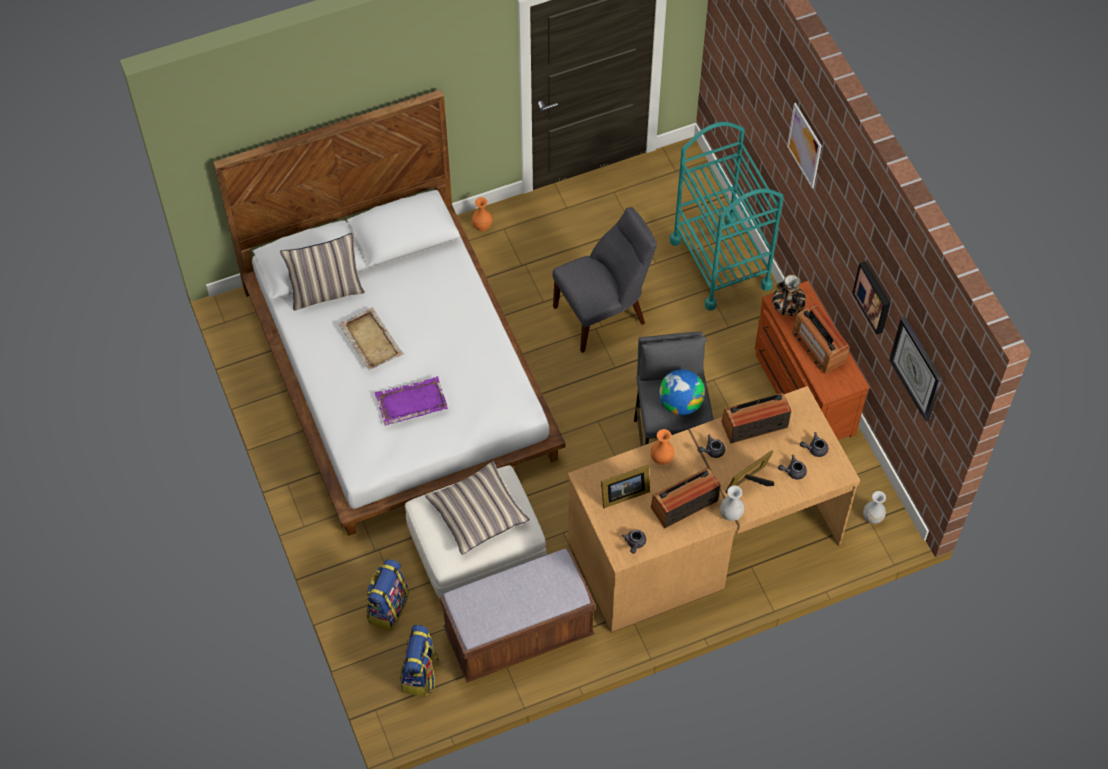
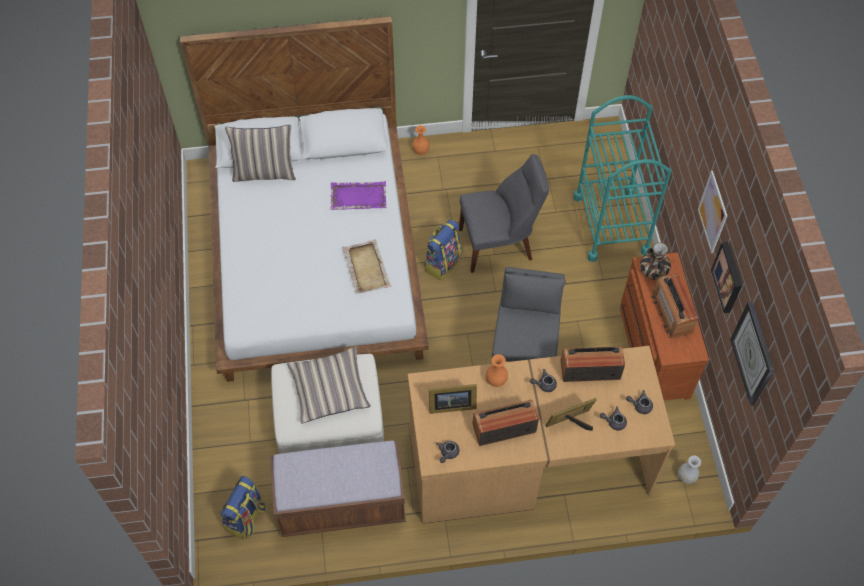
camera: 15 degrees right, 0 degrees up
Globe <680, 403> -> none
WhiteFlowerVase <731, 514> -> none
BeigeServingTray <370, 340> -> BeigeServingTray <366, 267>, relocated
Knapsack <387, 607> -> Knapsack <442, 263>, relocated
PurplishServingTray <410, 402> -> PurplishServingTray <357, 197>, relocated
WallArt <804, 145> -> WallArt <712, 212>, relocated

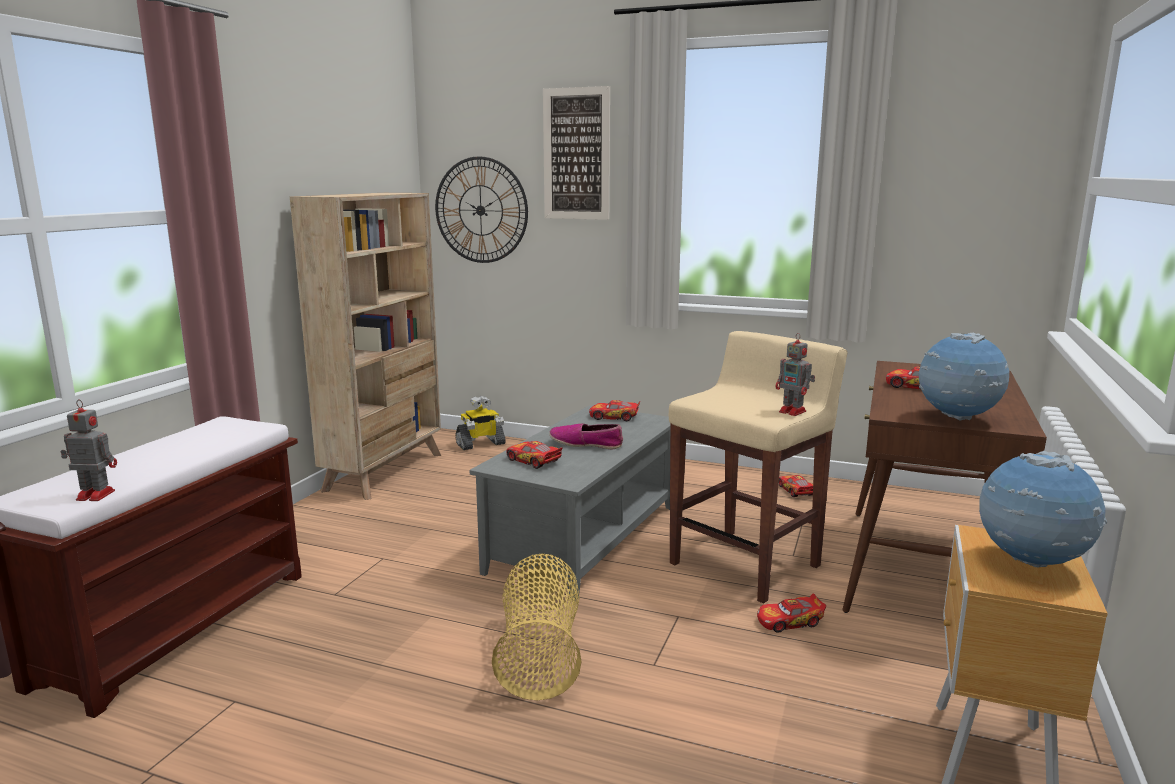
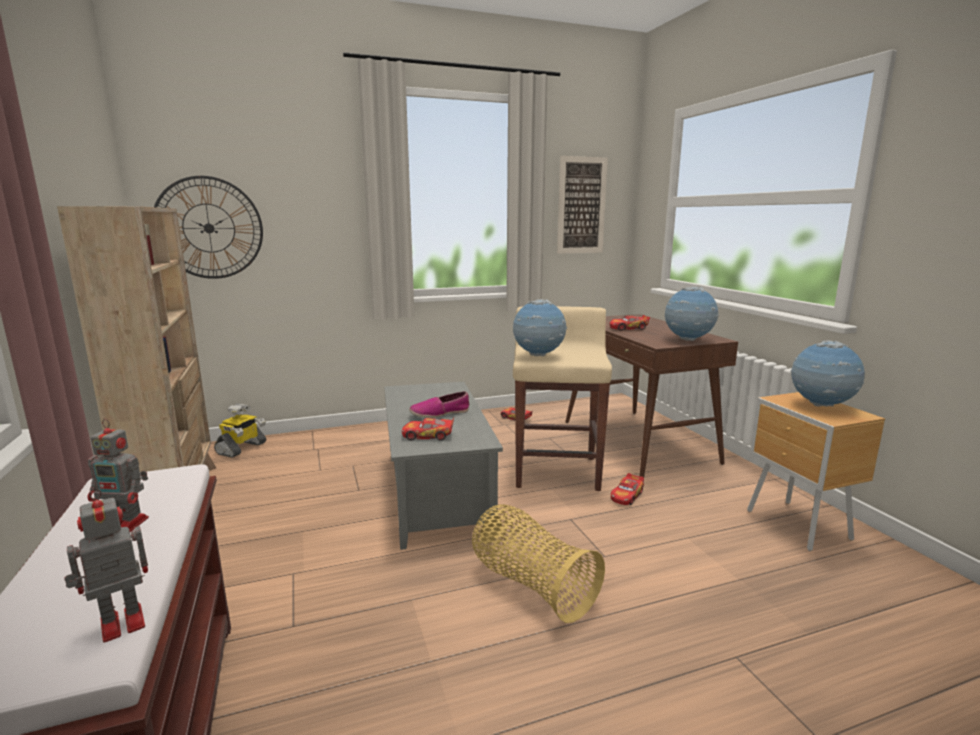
camera: 40 degrees left, 0 degrees up
ToyCar <614, 417> -> none
none -> Globe <538, 356>
WallArt <576, 154> -> WallArt <581, 205>, relocated
ToyRobot <793, 412> -> ToyRobot <128, 525>, relocated

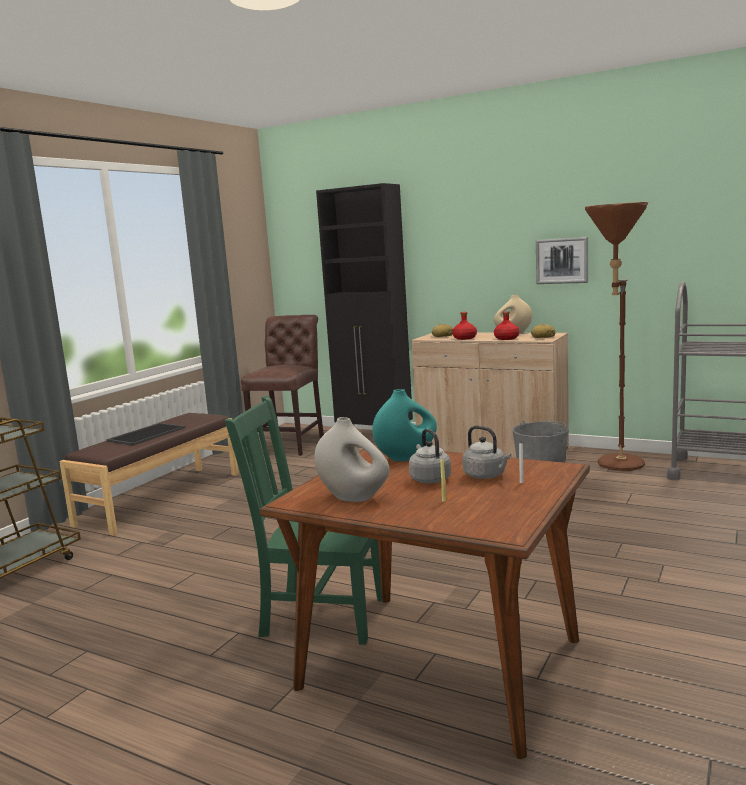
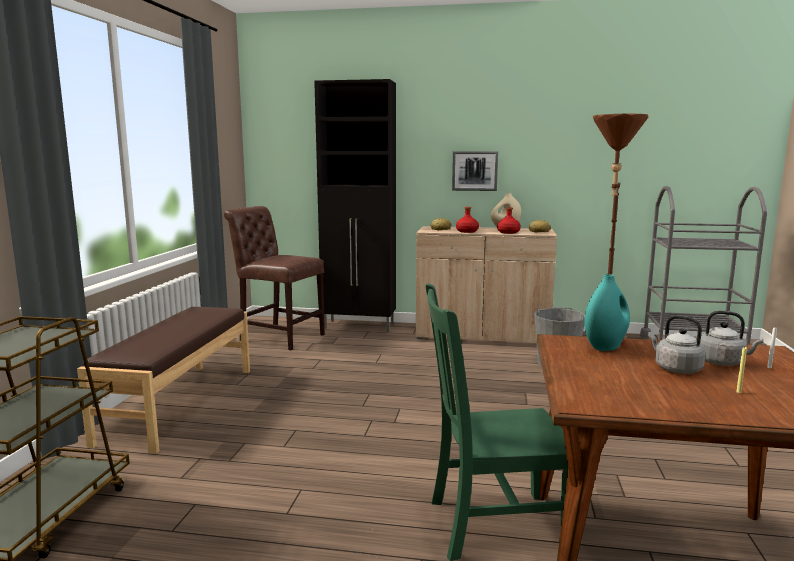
camera: 20 degrees left, 0 degrees up
ServingTray <146, 434> -> none
WhiteFlowerVase <353, 497> -> none
WallArt <562, 260> -> WallArt <475, 171>, relocated
BrownChair <290, 444> -> BrownChair <279, 336>, 60 degrees counterclockwise

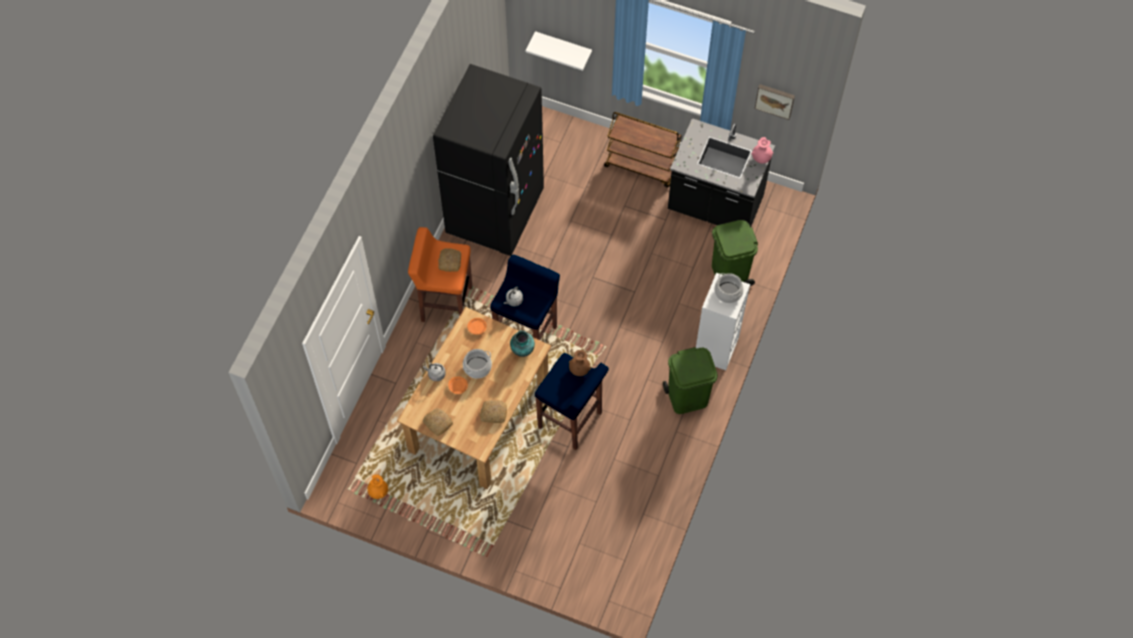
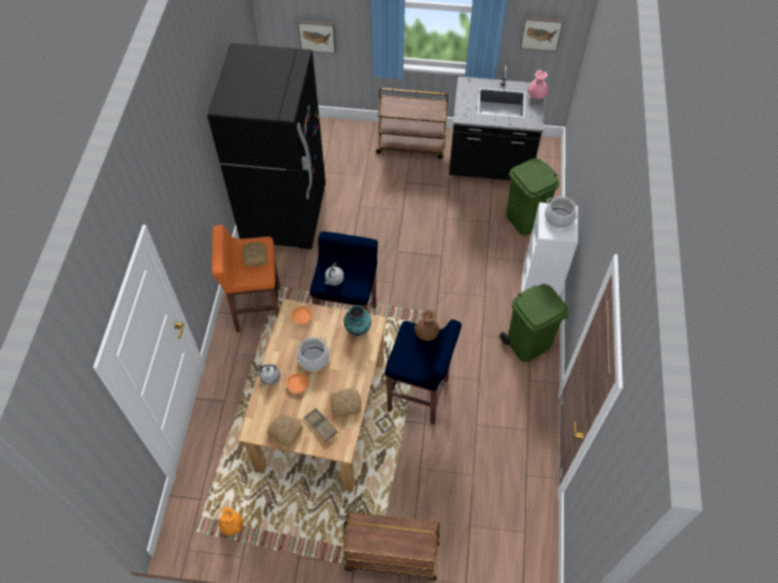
camera: 15 degrees left, 5 degrees down
none -> BrownServingTray <321, 426>
none -> BrownCart <391, 557>
WhiteShelf <563, 47> -> WallArt <317, 35>

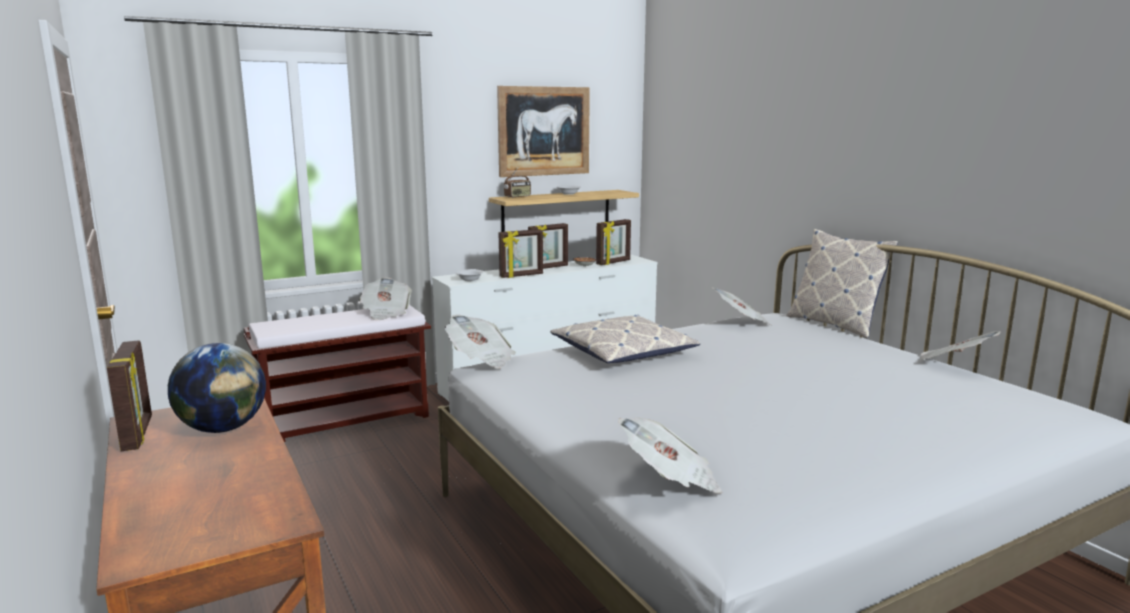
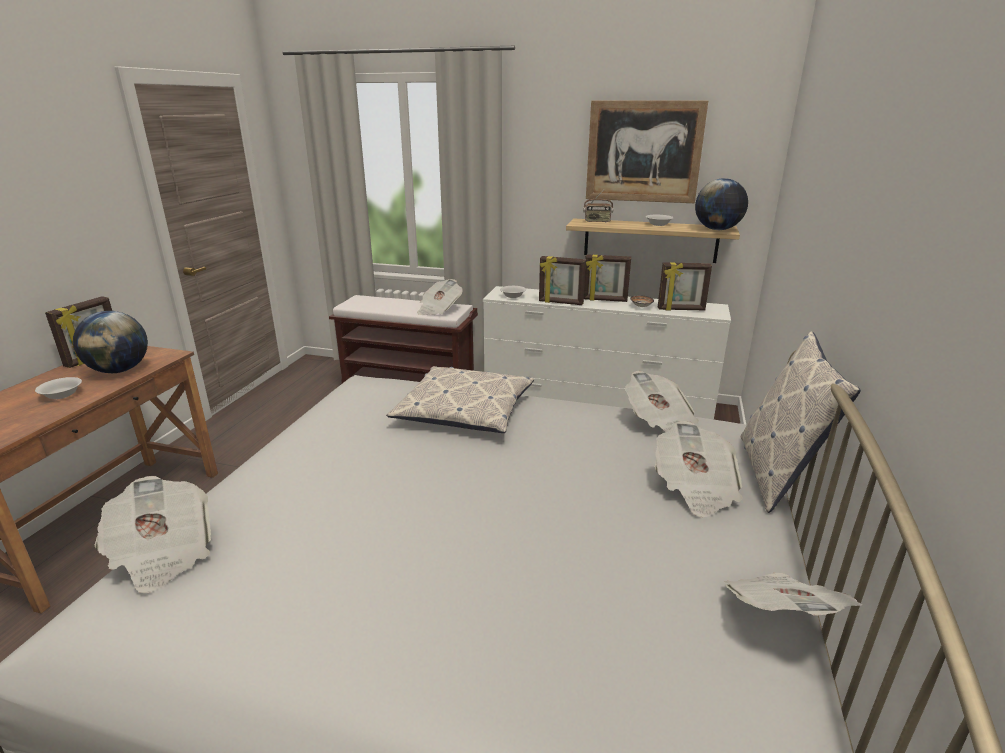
camera: 45 degrees right, 10 degrees up
none -> WhiteBowl <62, 395>
none -> Globe <717, 229>
PrintedPaper <481, 359> -> PrintedPaper <695, 489>, relocated

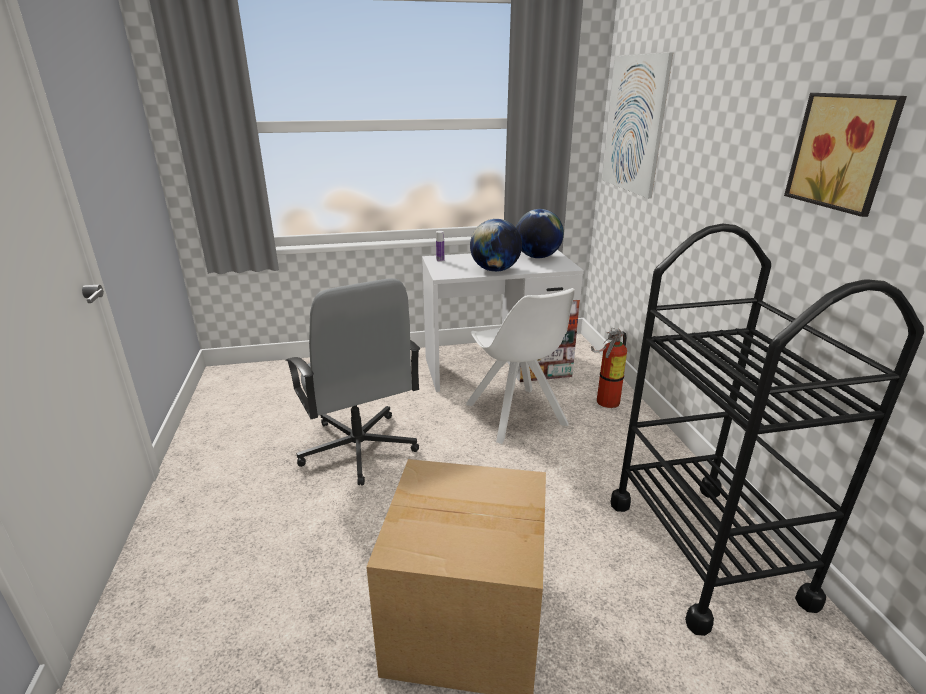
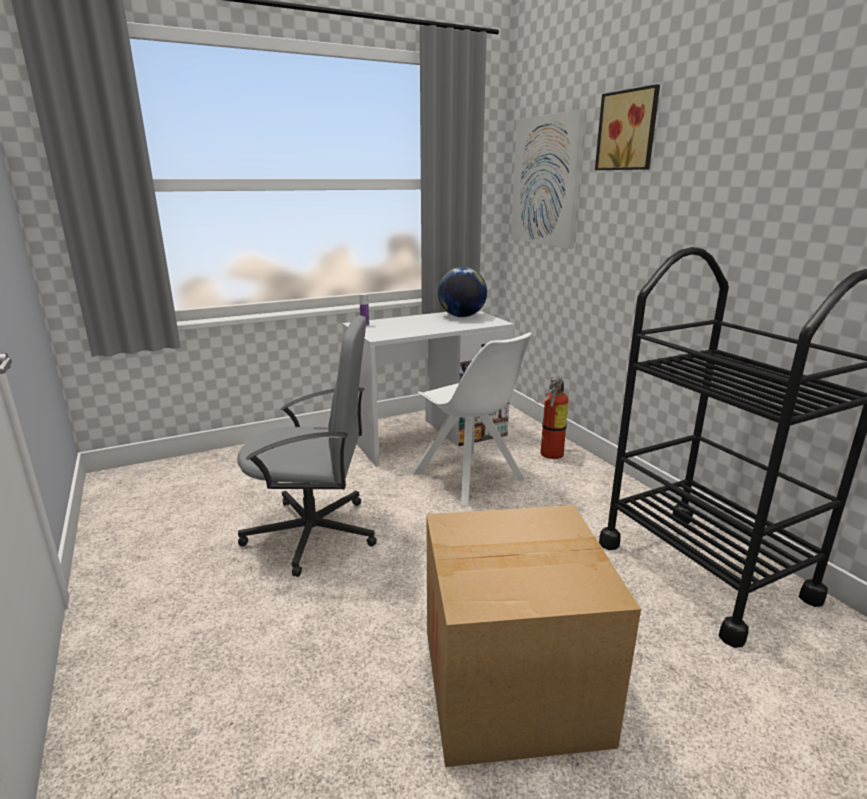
camera: 15 degrees left, 5 degrees down
Globe <495, 270> -> none
WallArt <844, 151> -> WallArt <629, 130>, relocated
GreyishOfficeChair <358, 448> -> GreyishOfficeChair <314, 533>, 45 degrees counterclockwise

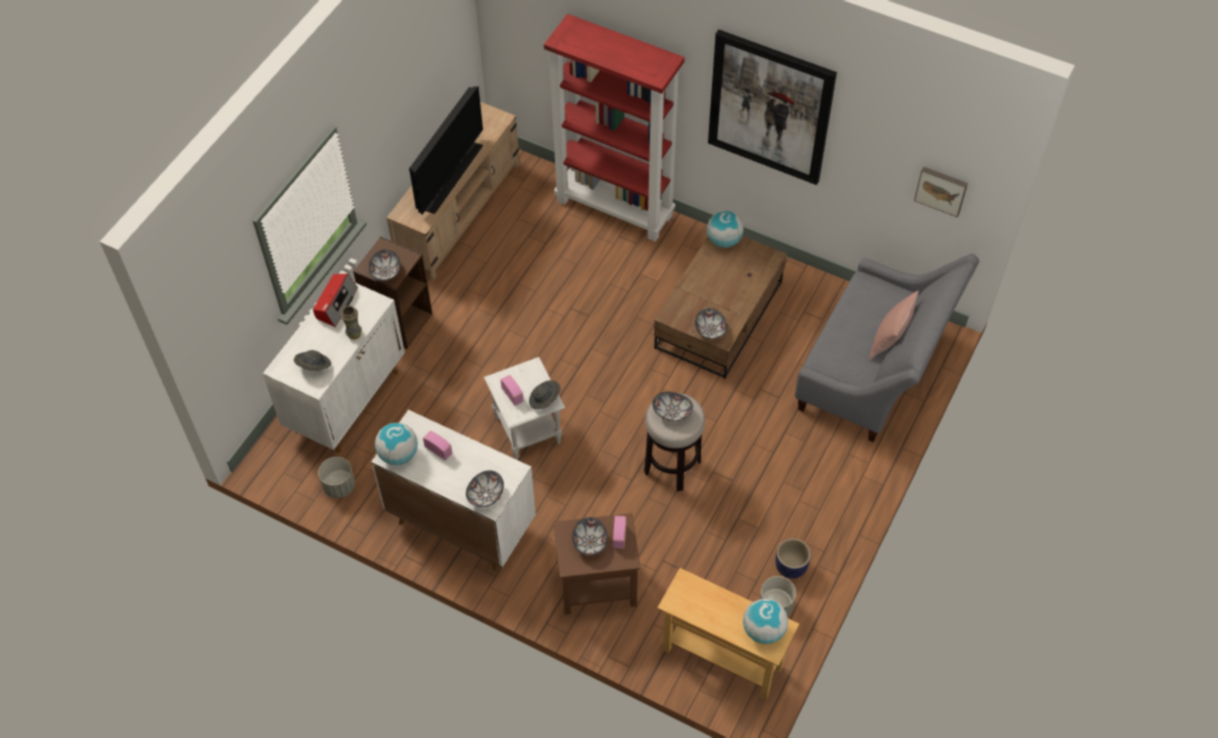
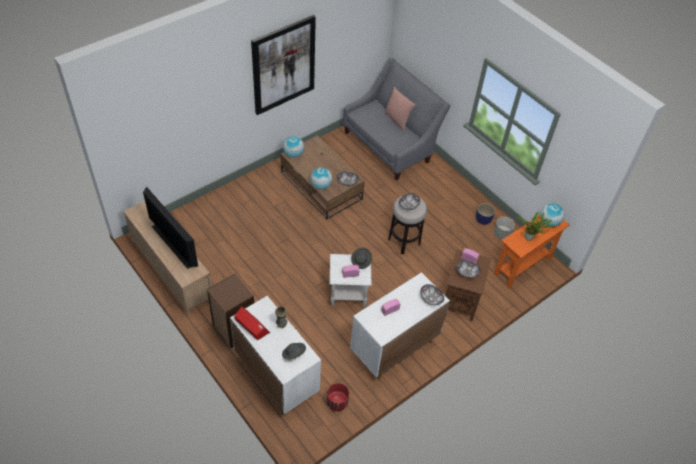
camera: 70 degrees left, 5 degrees down
Bowl <385, 272> -> none
RedColouredBookcase <615, 208> -> none
WallArt <941, 190> -> none
none -> PottedPlant <530, 238>
Globe <398, 455> -> Globe <321, 185>, relocated
GreyishPlantPot <339, 486> -> RedColouredPlantPot <337, 402>
BeigeHallTable <722, 658> -> OrangeHallTable <522, 266>

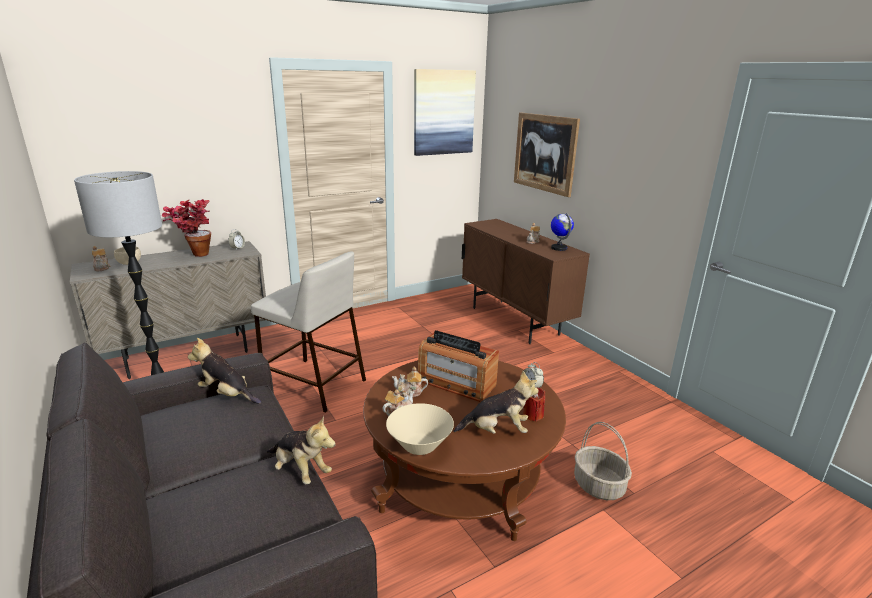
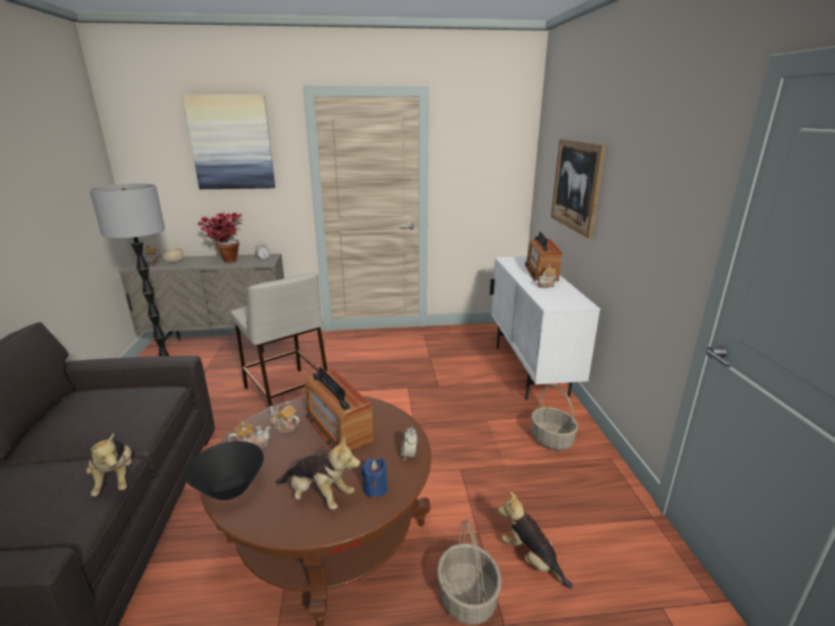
camera: 25 degrees right, 0 degrees up
Globe <559, 248> -> none
none -> Radio <541, 272>
none -> StorageBasket <552, 440>
CuddlyToy <227, 394> -> CuddlyToy <531, 559>, relocated
WallArt <443, 112> -> WallArt <231, 143>, relocated
BeigeBowl <419, 445> -> BlackishBowl <230, 488>
BrownStorageCabinet <514, 321> -> WhiteStorageCabinet <530, 370>
RedColouredCandle <533, 415> -> BlueColouredCandle <375, 489>

